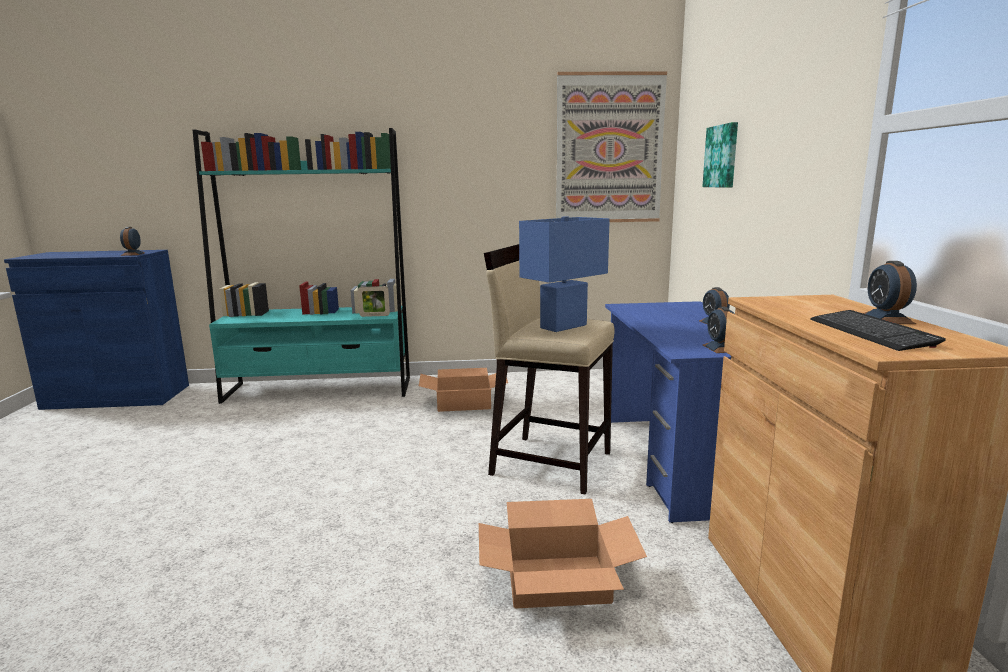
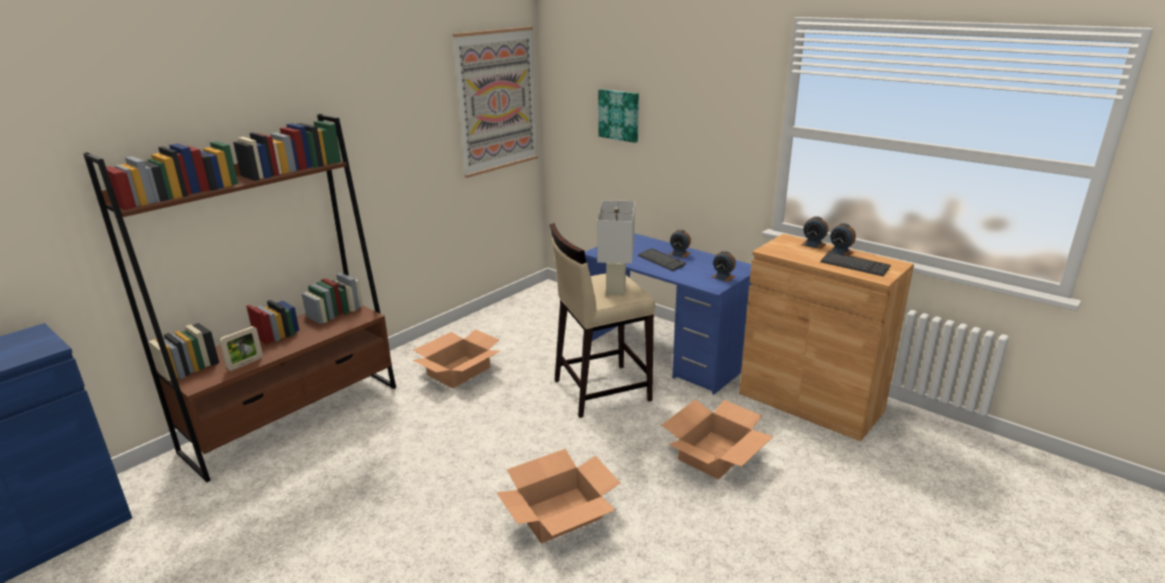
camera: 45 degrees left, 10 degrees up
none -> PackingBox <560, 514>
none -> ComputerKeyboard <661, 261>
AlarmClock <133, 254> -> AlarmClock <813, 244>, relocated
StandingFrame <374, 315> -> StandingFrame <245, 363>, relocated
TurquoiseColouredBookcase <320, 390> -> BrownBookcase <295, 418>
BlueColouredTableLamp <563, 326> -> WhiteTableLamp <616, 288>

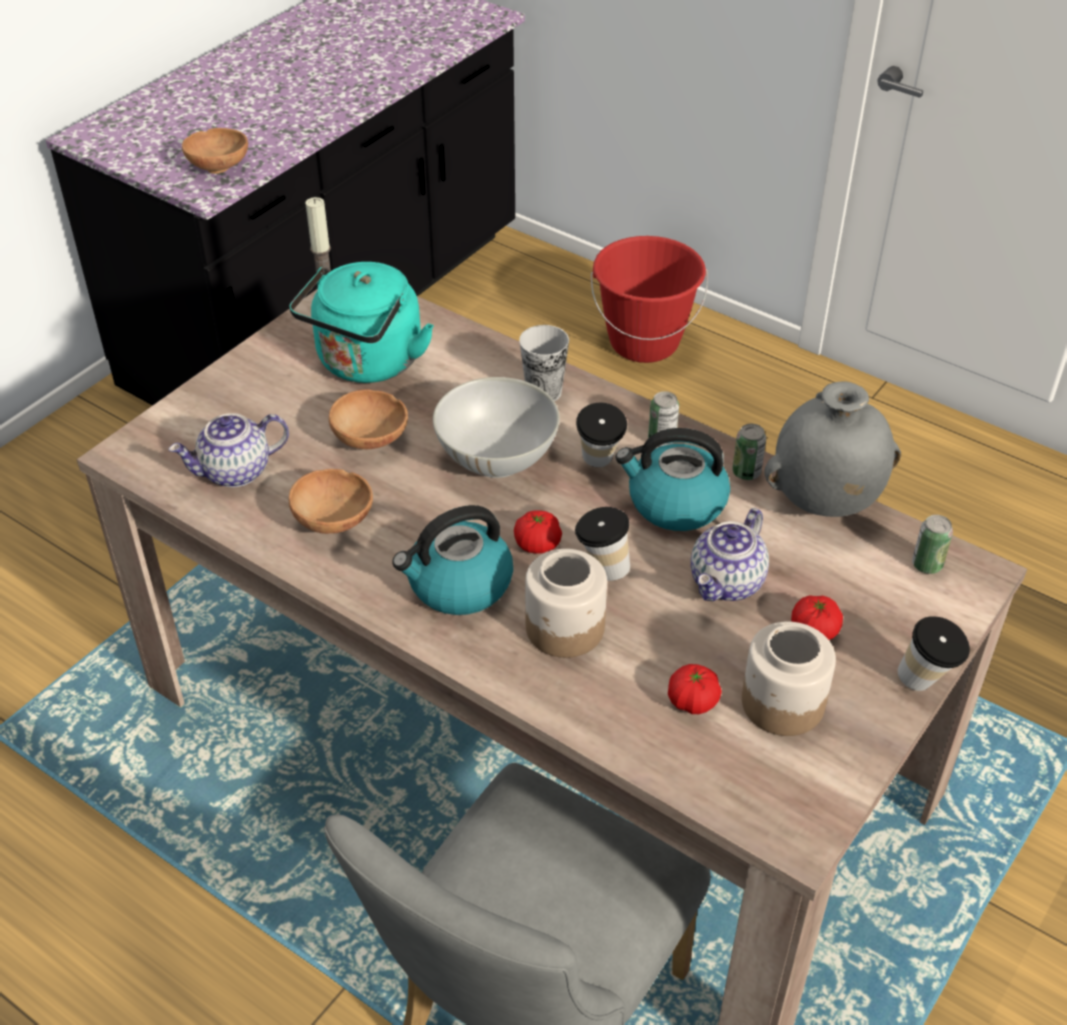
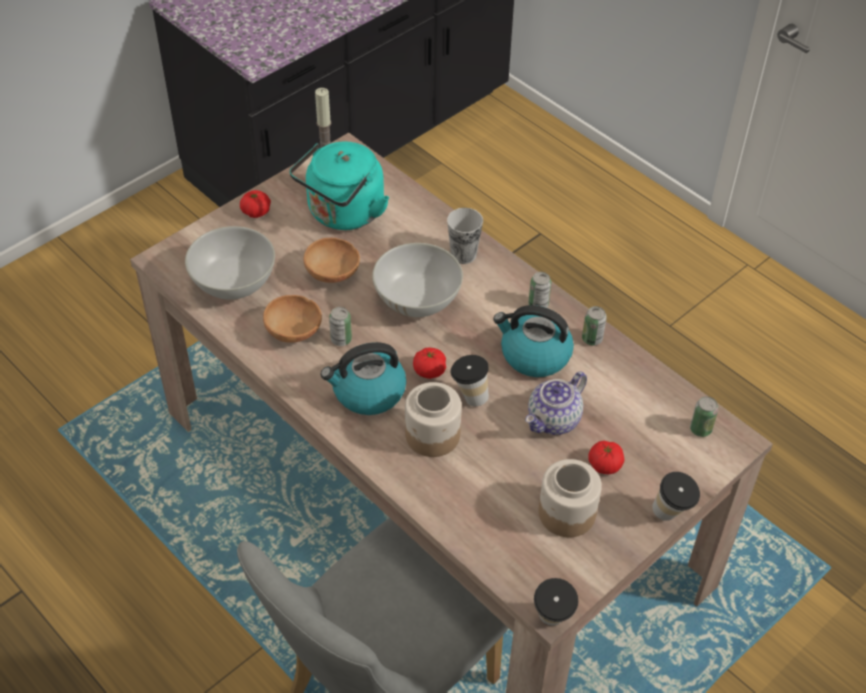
camera: 10 degrees right, 5 degrees up
BrownBowl <219, 166> -> none
RedColouredWaterBucket <644, 342> -> none
GreyishFlowerVase <823, 503> -> none
none -> Can <341, 339>
SmallCup <599, 464> -> SmallCup <551, 622>, relocated
FreshTomato <692, 701> -> FreshTomato <256, 212>, relocated
TeaPot <235, 472> -> WhiteBowl <234, 285>

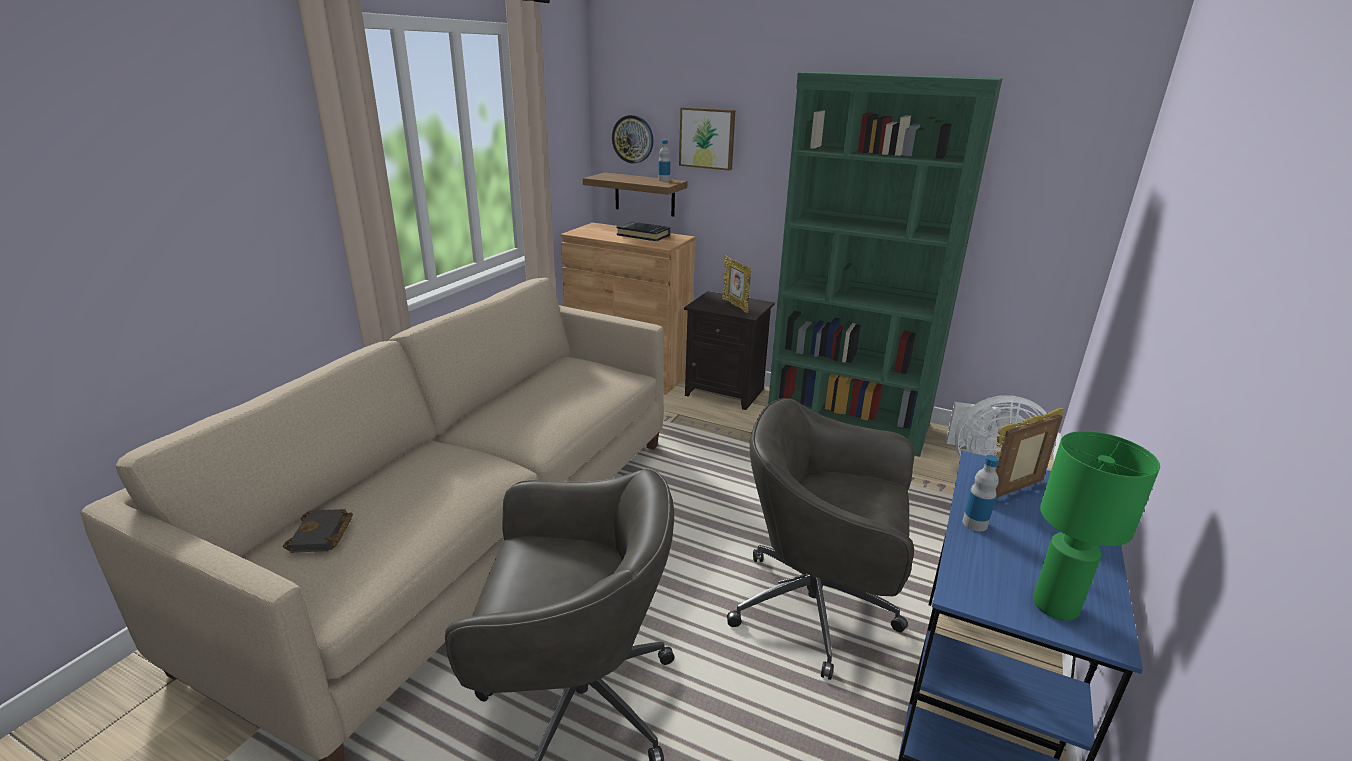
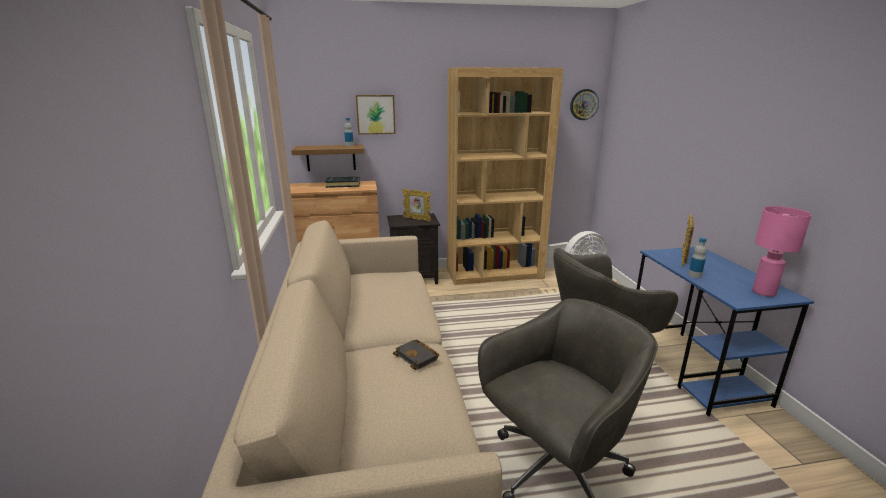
camera: 35 degrees left, 5 degrees down
BlackishVolume <322, 536> -> BlackishVolume <418, 357>, relocated
WallClock <633, 139> -> WallClock <584, 104>, relocated
GreenBookcase <848, 423> -> BrownBookcase <495, 273>
GreenTableLamp <1054, 606> -> PinkTableLamp <763, 292>

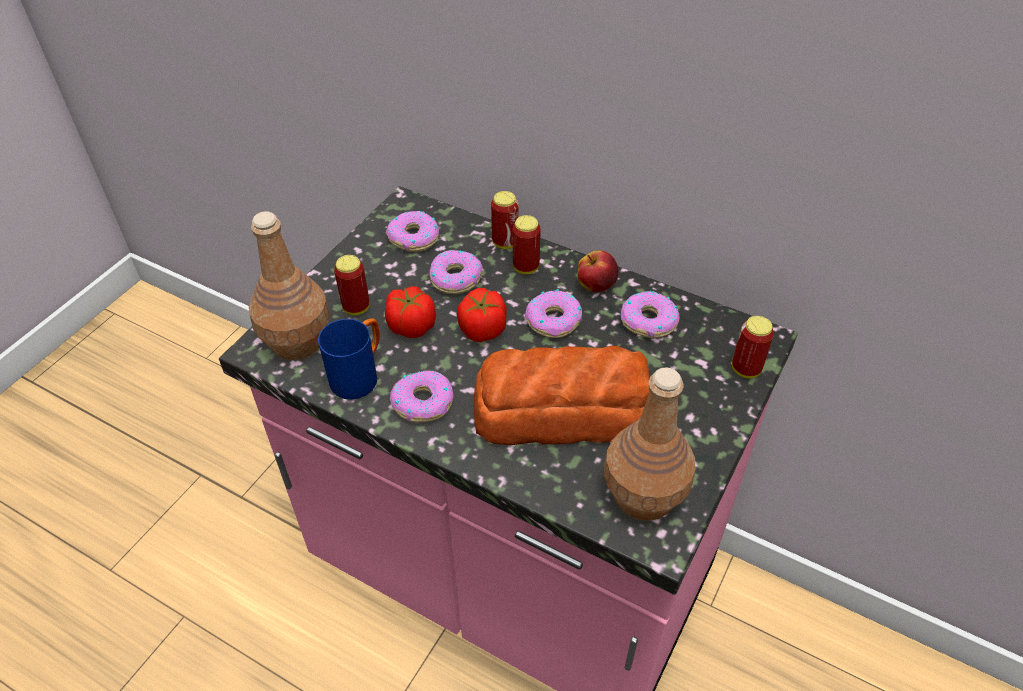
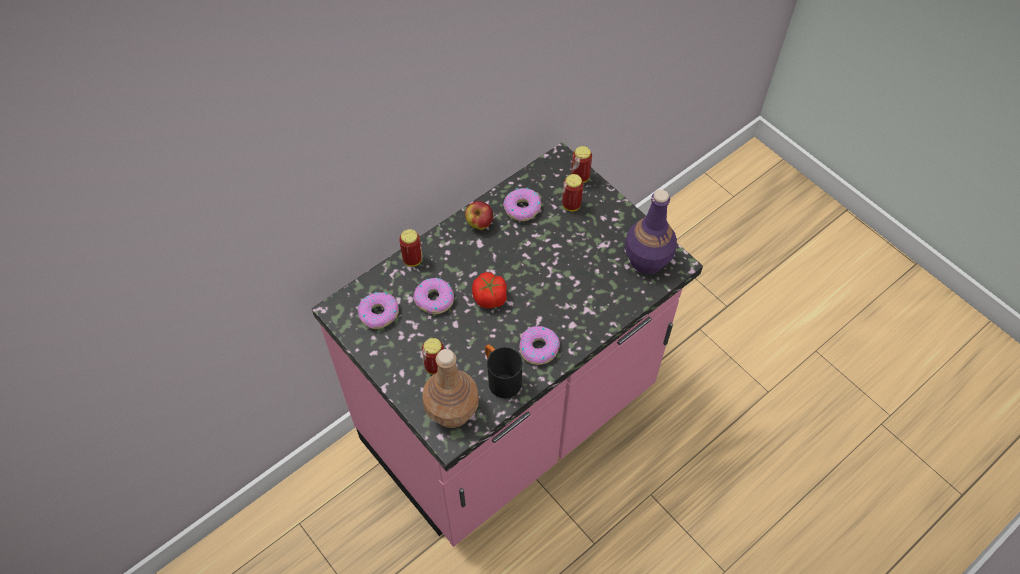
camera: 70 degrees left, 10 degrees up
FreshTomato <411, 326> -> none
Bread <561, 409> -> none
Donut <554, 320> -> none
Can <526, 267> -> Can <571, 205>, relocated
BlueColouredMug <360, 375> -> BlackishMug <500, 378>
BrownDrinkBottle <642, 494> -> PurplishDrinkBottle <646, 260>

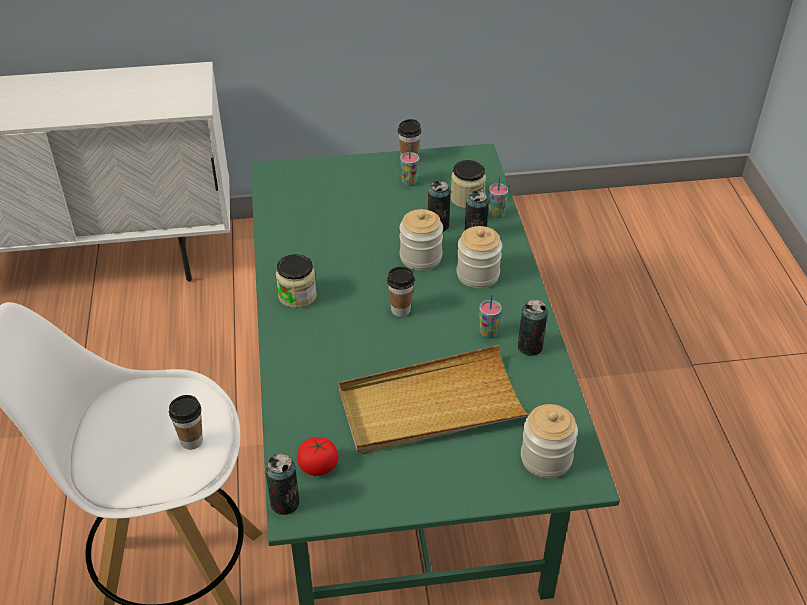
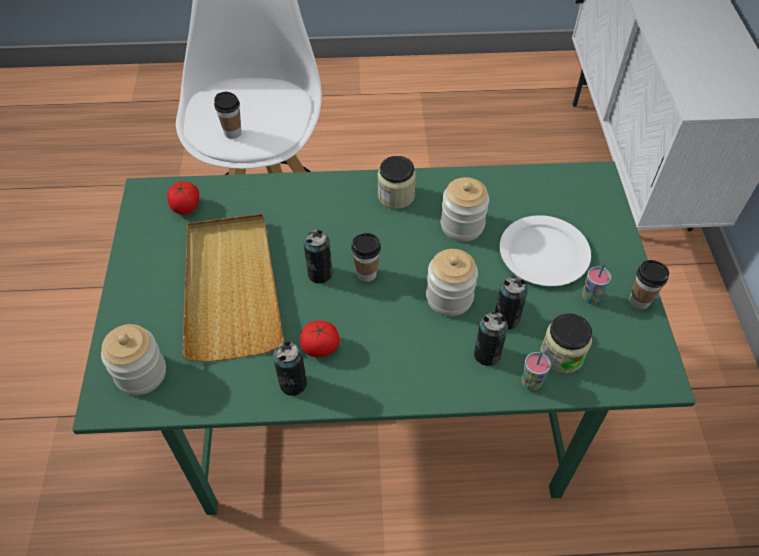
camera: 95 degrees right, 10 degrees up
none -> WhiteDinnerPlate <543, 253>
Can <285, 503> -> Can <320, 273>, relocated
PreserveJar <478, 275> -> PreserveJar <462, 225>, relocated
SmallCup <488, 333> -> FreshTomato <320, 347>

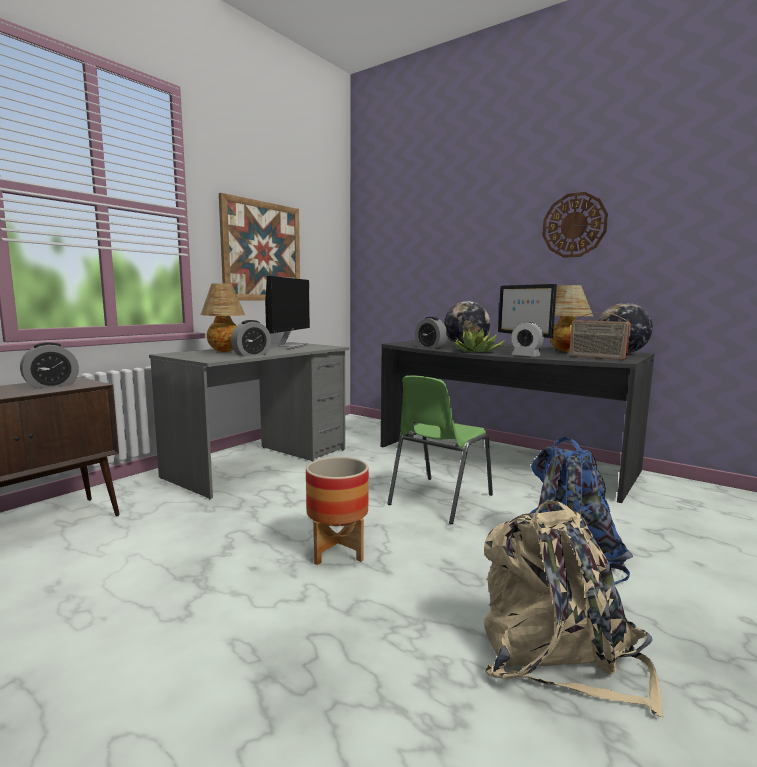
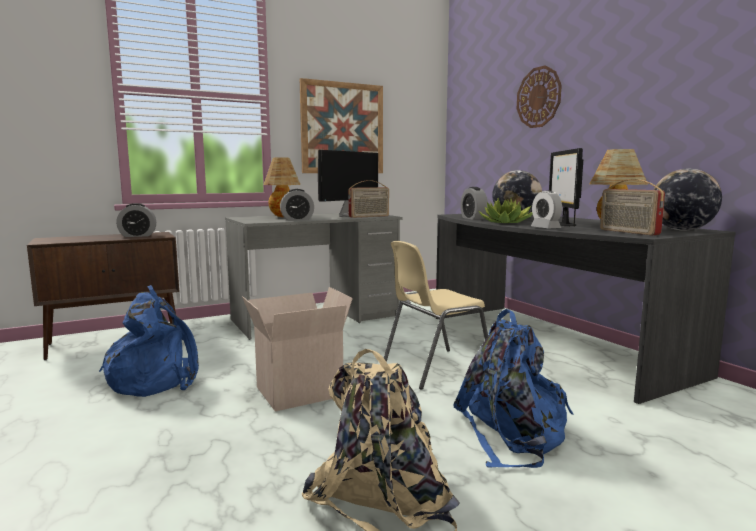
camera: 25 degrees right, 0 degrees up
none -> BlueColouredKnapsack <155, 379>
none -> Radio <369, 216>
WallClock <574, 225> -> WallClock <538, 97>, relocated
PlantPot <338, 551> -> PackingBox <299, 391>
GreenChair <438, 500> -> BeigeChair <434, 368>

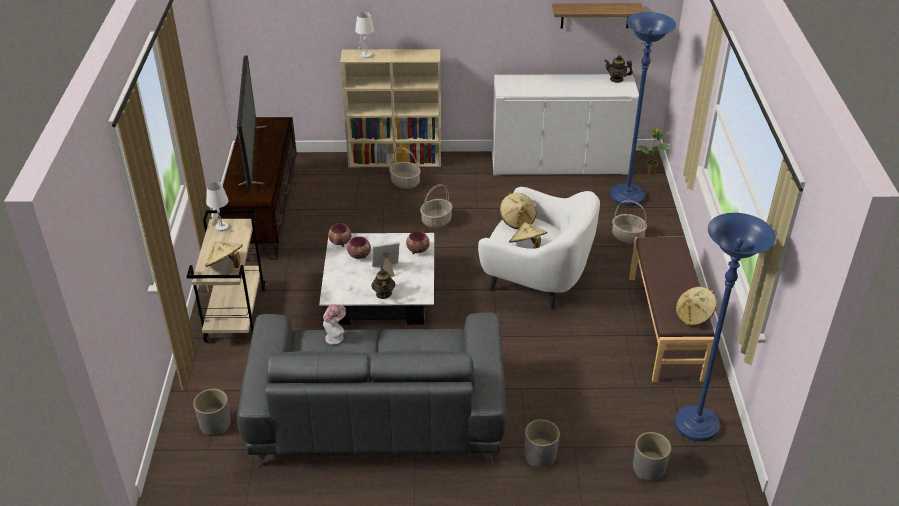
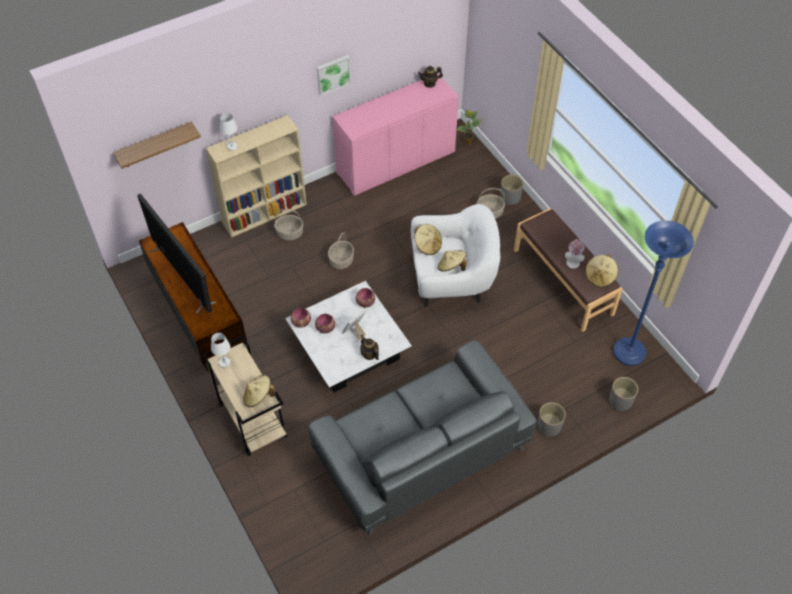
camera: 30 degrees left, 15 degrees up
BlueColouredStandingLamp <627, 197> -> none
none -> WallArt <333, 74>
GreyishPlantPot <215, 424> -> GreyishPlantPot <510, 198>, relocated
ClothingHat <336, 336> -> ClothingHat <573, 261>, relocated
Shelf <595, 15> -> Shelf <154, 145>, relocated
WhiteStorageCabinet <559, 163> -> PinkStorageCabinet <396, 162>

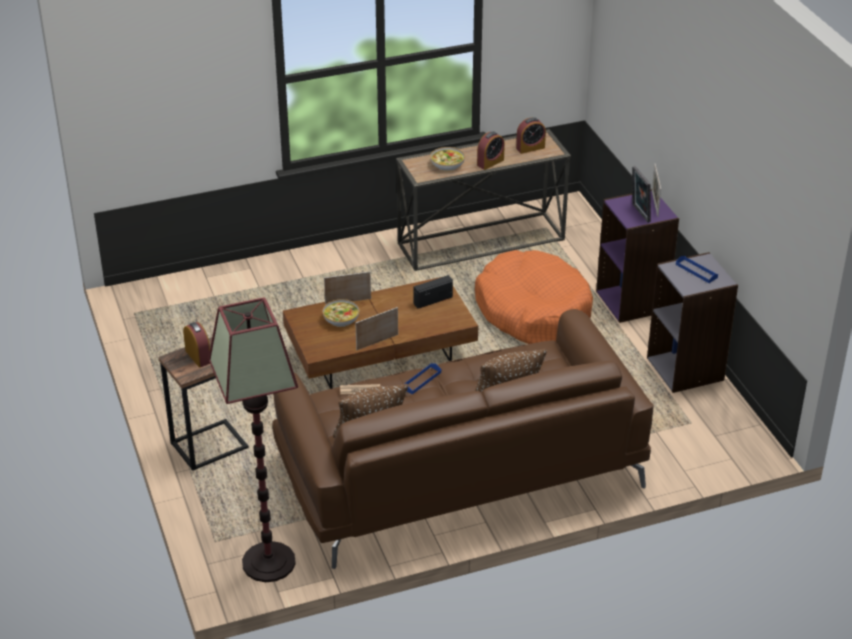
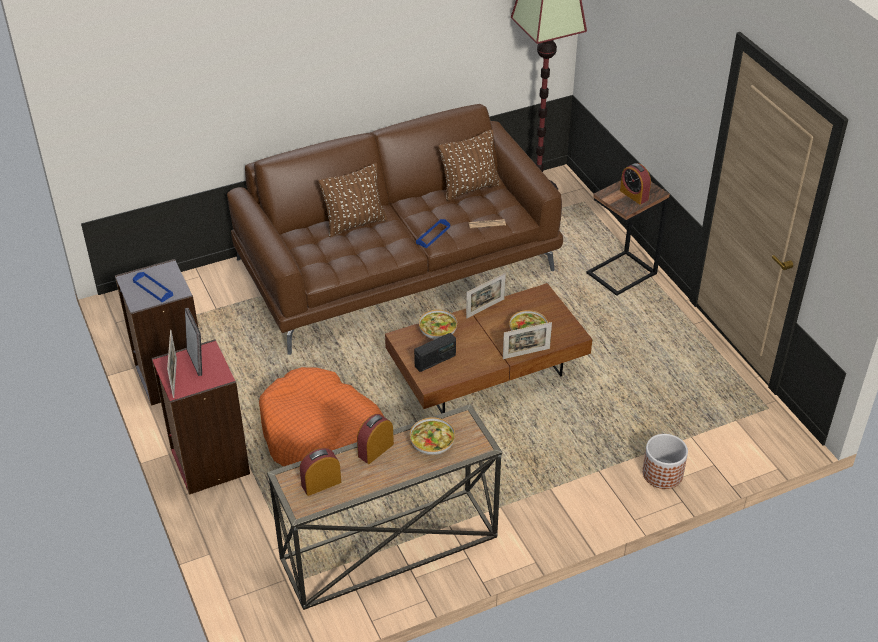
camera: 175 degrees right, 5 degrees up
none -> Bowl <438, 331>
none -> PlantPot <662, 473>
PurplishBookcase <632, 301> -> RedColouredBookcase <209, 462>

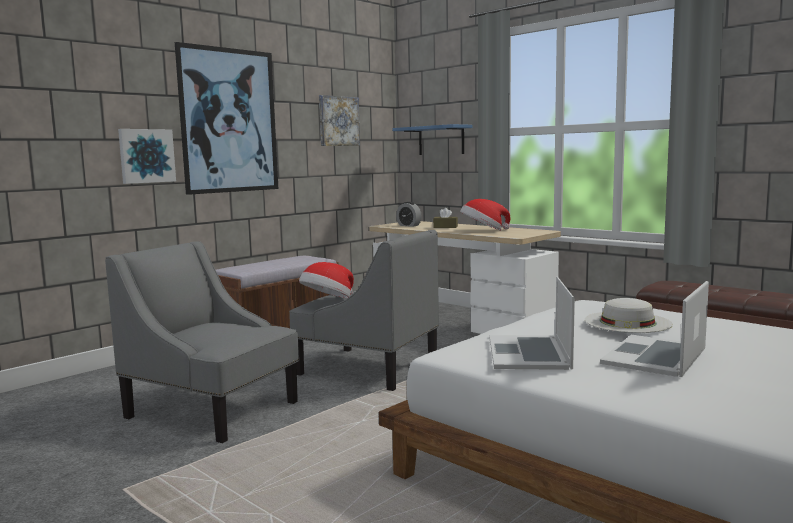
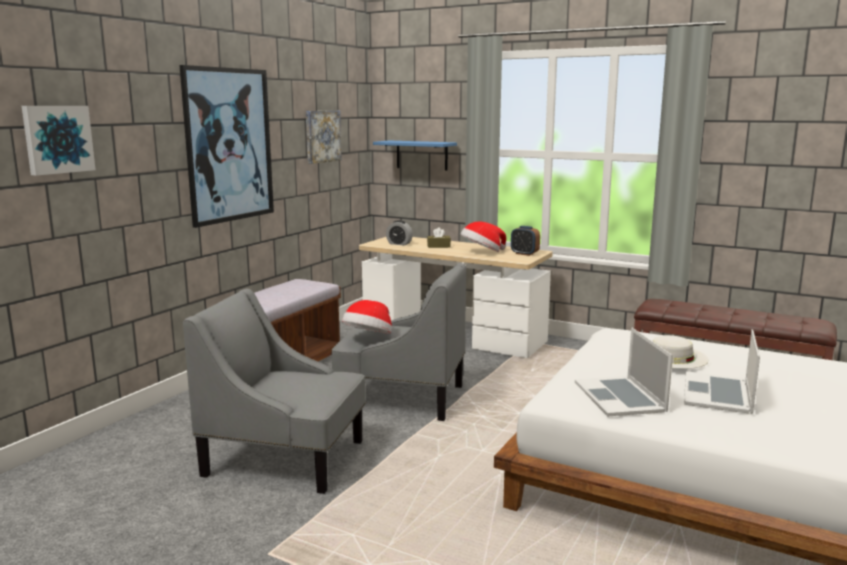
camera: 15 degrees left, 5 degrees up
none -> AlarmClock <524, 254>
WallArt <146, 156> -> WallArt <57, 139>, relocated

